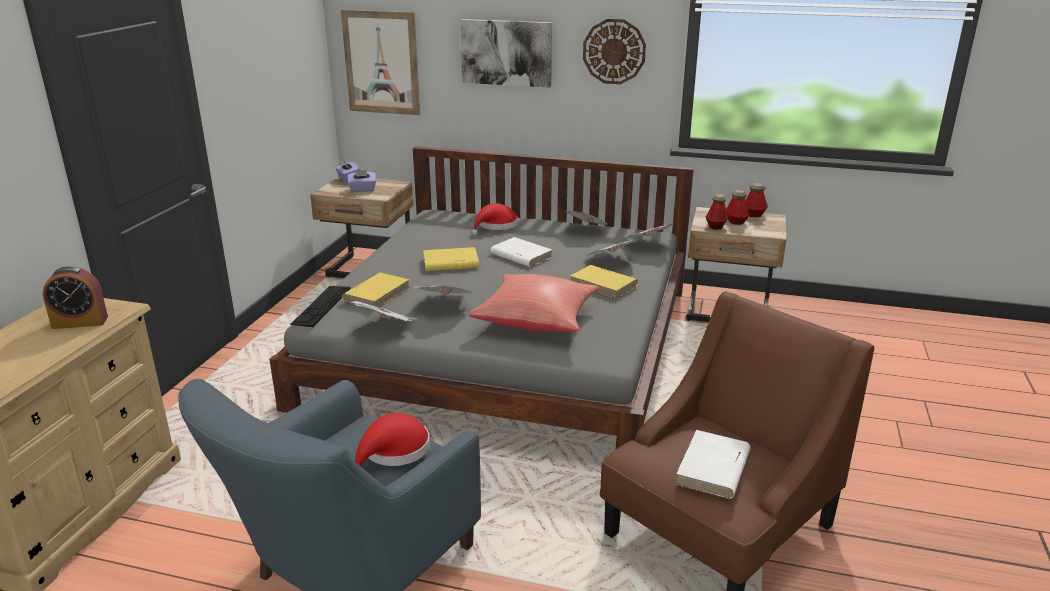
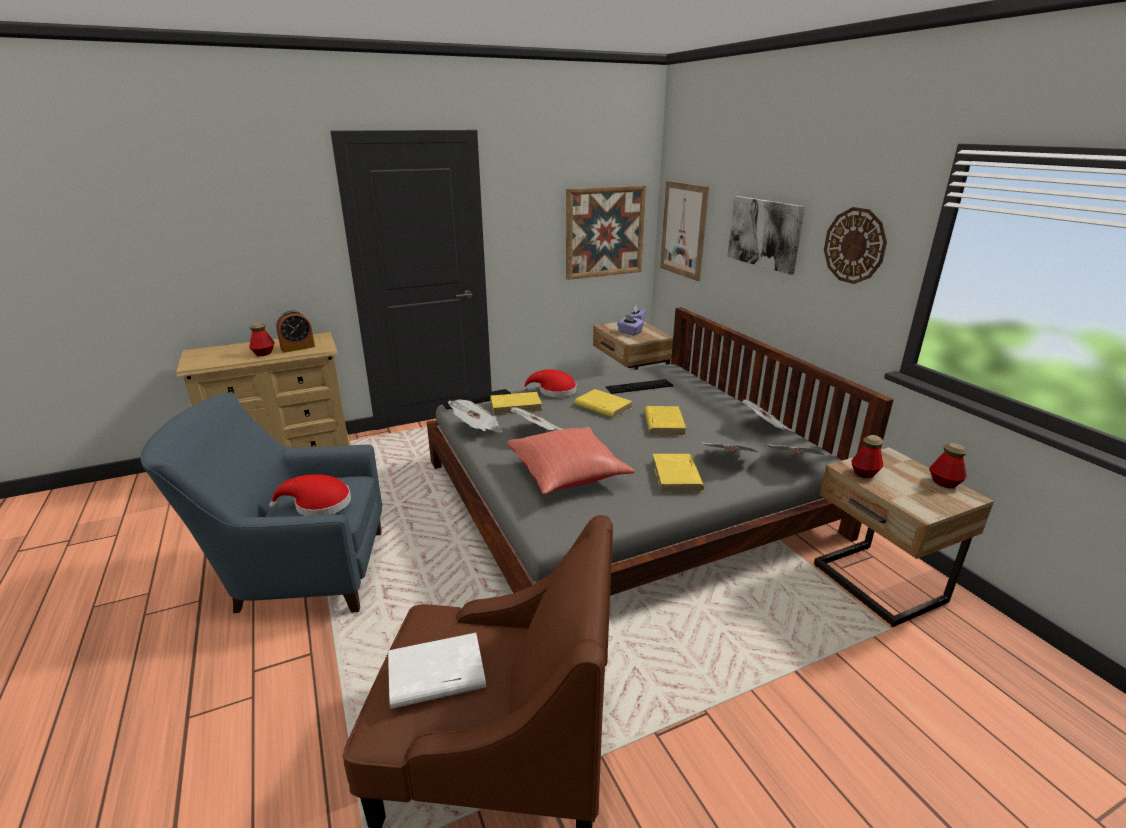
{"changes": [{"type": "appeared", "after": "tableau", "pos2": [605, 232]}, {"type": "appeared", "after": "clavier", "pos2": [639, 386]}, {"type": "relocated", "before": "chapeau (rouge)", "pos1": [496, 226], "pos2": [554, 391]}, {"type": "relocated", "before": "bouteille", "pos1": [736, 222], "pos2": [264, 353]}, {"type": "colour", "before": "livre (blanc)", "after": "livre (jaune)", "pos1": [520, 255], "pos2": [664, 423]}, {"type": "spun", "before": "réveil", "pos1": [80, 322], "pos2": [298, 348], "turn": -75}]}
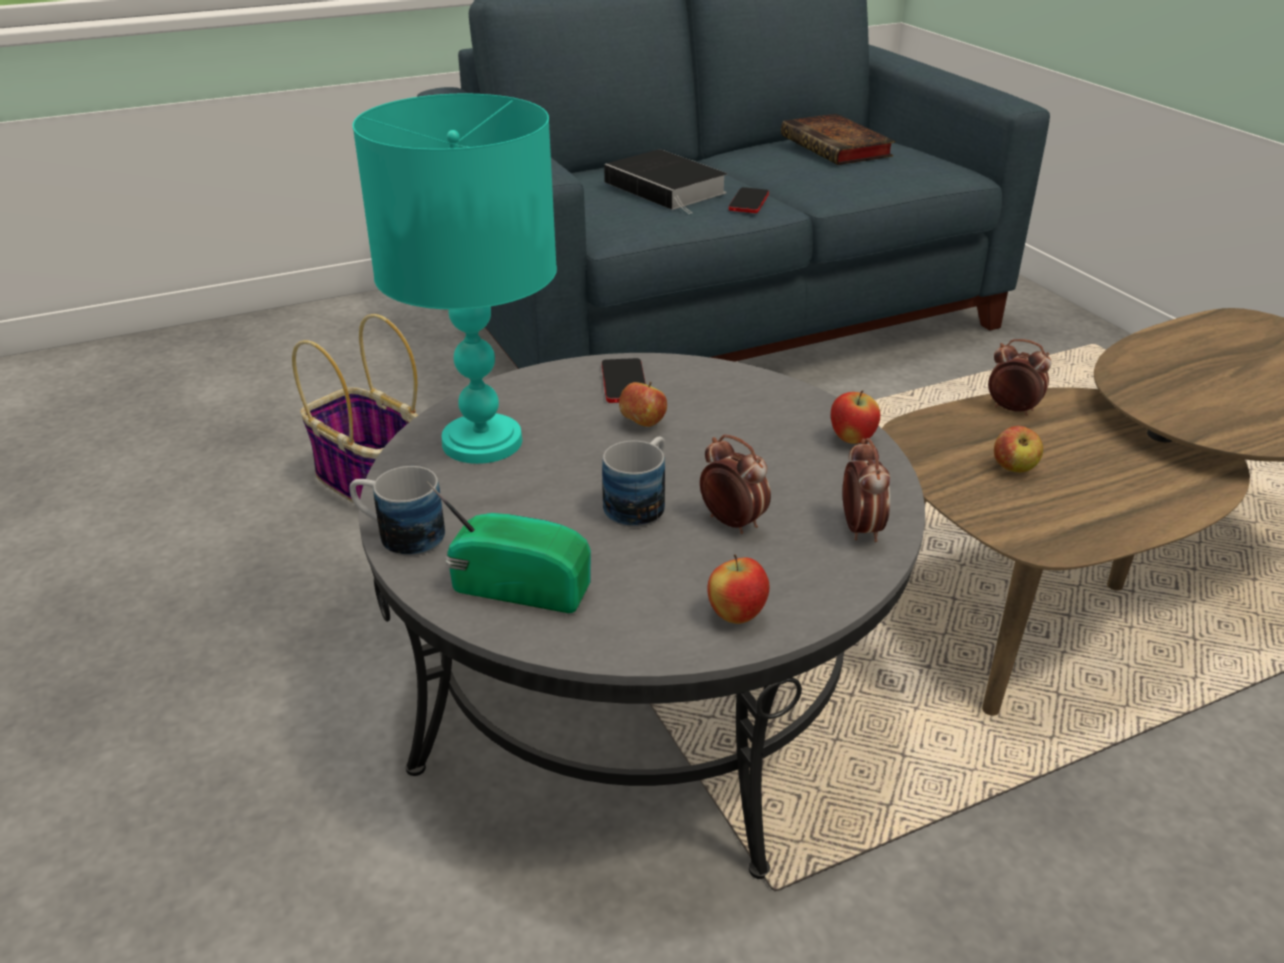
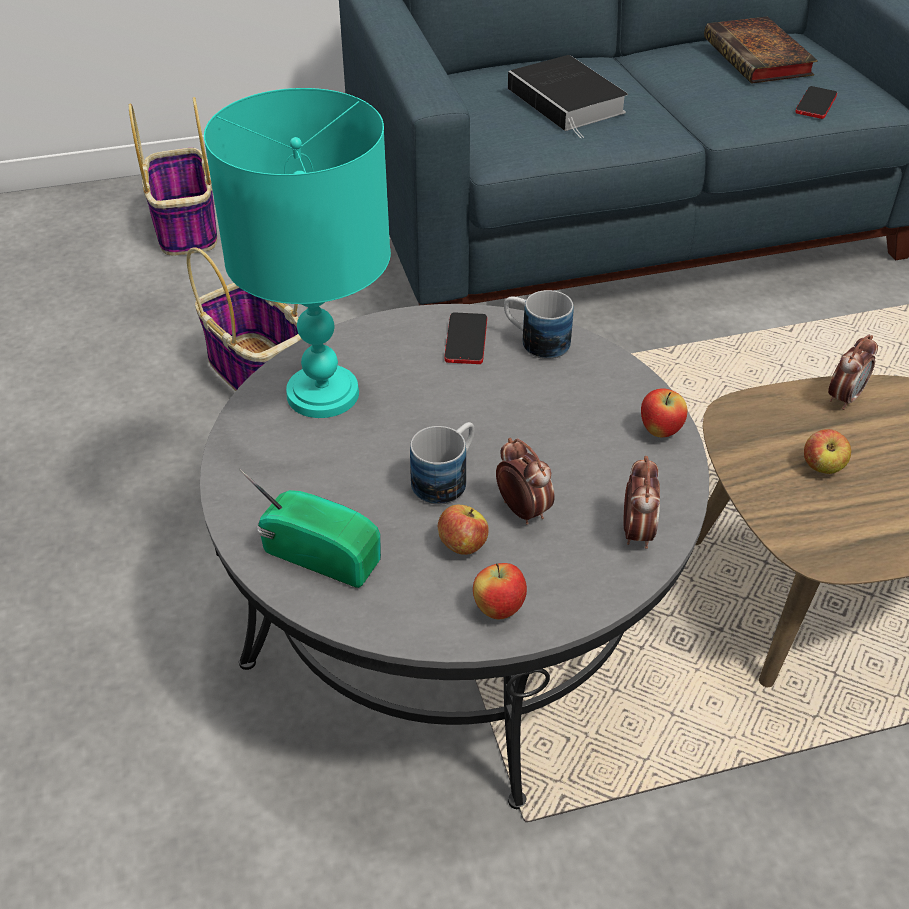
{"changes": [{"type": "appeared", "after": "panier", "pos2": [186, 227]}, {"type": "relocated", "before": "mug", "pos1": [399, 535], "pos2": [535, 341]}, {"type": "relocated", "before": "pomme", "pos1": [642, 423], "pos2": [462, 545]}, {"type": "relocated", "before": "téléphone", "pos1": [748, 202], "pos2": [815, 104]}, {"type": "spun", "before": "réveil", "pos1": [1012, 409], "pos2": [844, 398], "turn": 90}]}
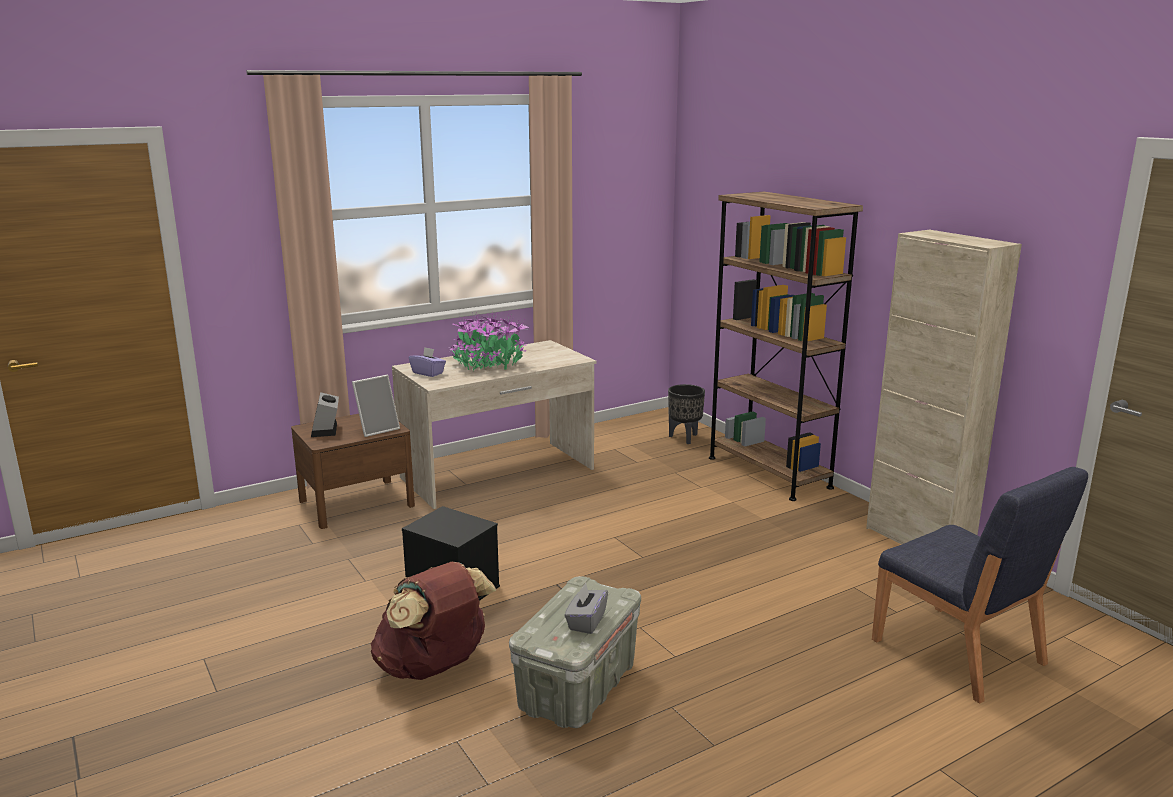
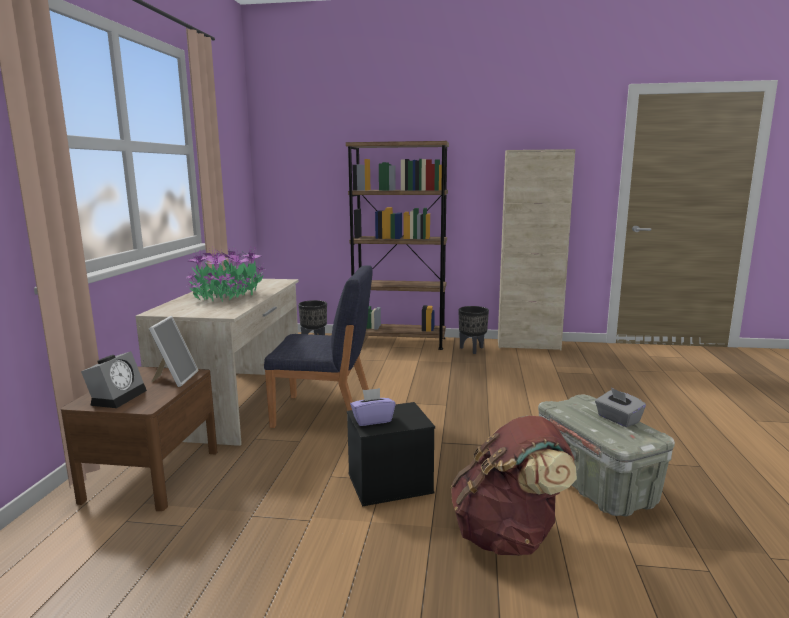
{"changes": [{"type": "appeared", "after": "cache-pot (noir)", "pos2": [472, 349]}, {"type": "relocated", "before": "boîte à mouchoirs (violet)", "pos1": [428, 373], "pos2": [372, 420]}, {"type": "relocated", "before": "chaise (bleu)", "pos1": [959, 653], "pos2": [325, 413]}, {"type": "spun", "before": "réveil", "pos1": [326, 430], "pos2": [118, 397], "turn": -105}]}
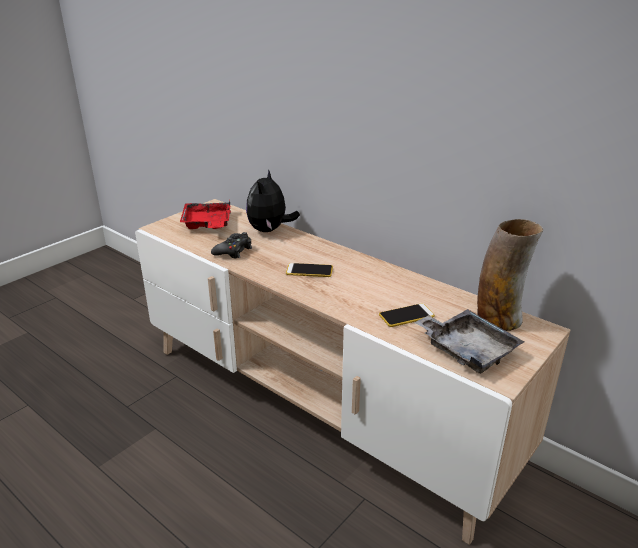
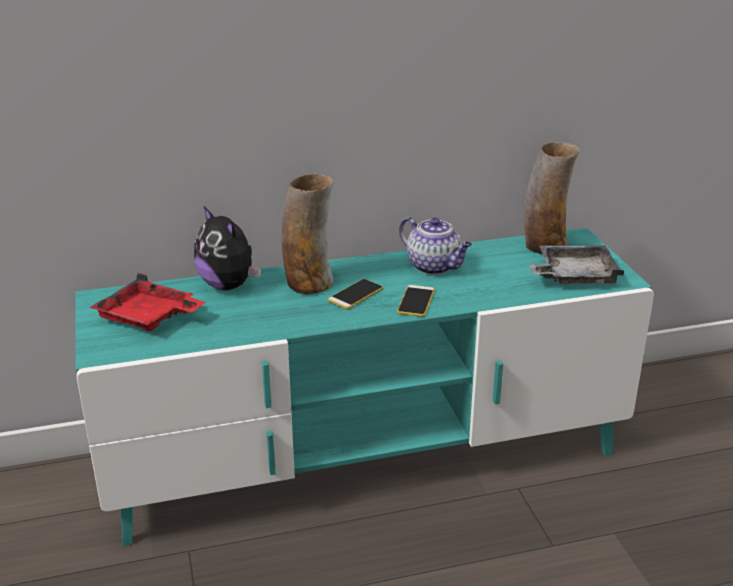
{"changes": [{"type": "missing", "before": "manette (noir)", "pos1": [233, 251]}, {"type": "appeared", "after": "vase", "pos2": [309, 283]}, {"type": "appeared", "after": "théière", "pos2": [435, 266]}, {"type": "relocated", "before": "téléphone", "pos1": [406, 316], "pos2": [416, 301]}, {"type": "colour", "before": "meuble télé (beige)", "after": "meuble télé (turquoise)", "pos1": [319, 404], "pos2": [366, 458]}]}
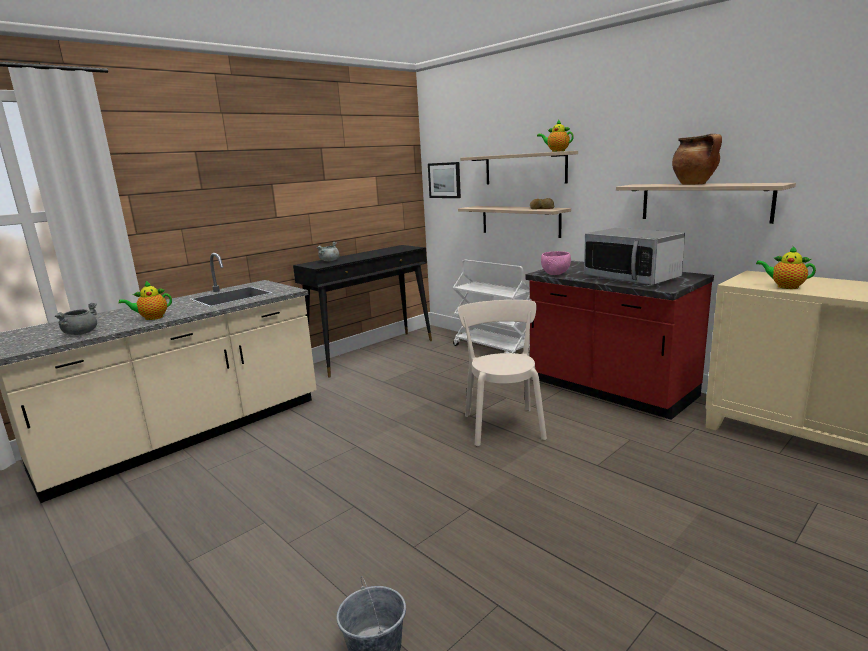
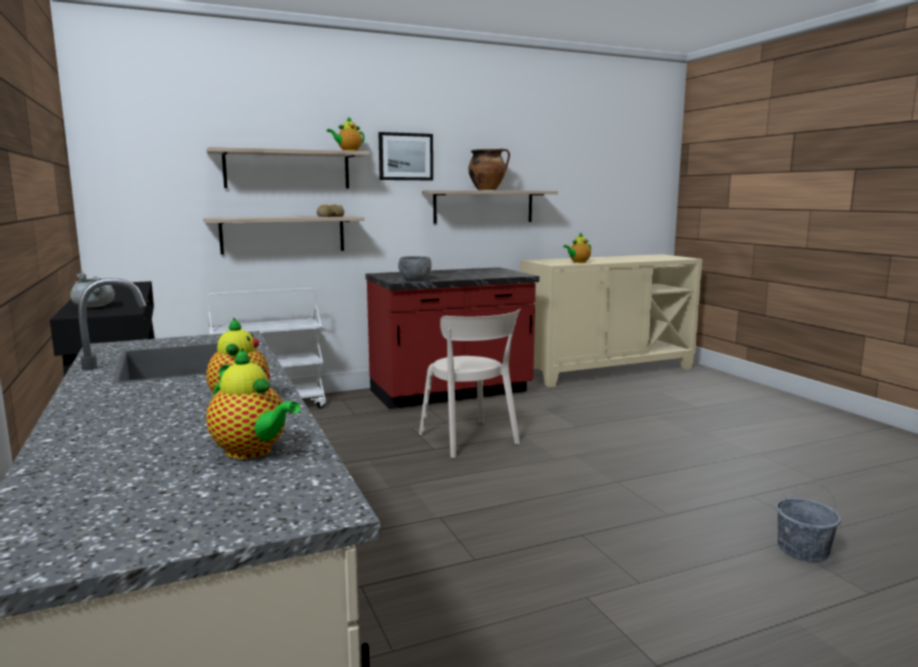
{"changes": [{"type": "missing", "before": "micro-ondes", "pos1": [631, 278]}, {"type": "relocated", "before": "tableau", "pos1": [444, 180], "pos2": [405, 156]}, {"type": "exchanged", "before": "marmite (gris)", "after": "théière", "pos1": [81, 333], "pos2": [252, 452]}, {"type": "colour", "before": "bol (rose)", "after": "bol (gris)", "pos1": [555, 274], "pos2": [414, 280]}, {"type": "spun", "before": "chaise (beige)", "pos1": [503, 424], "pos2": [470, 440], "turn": -135}]}
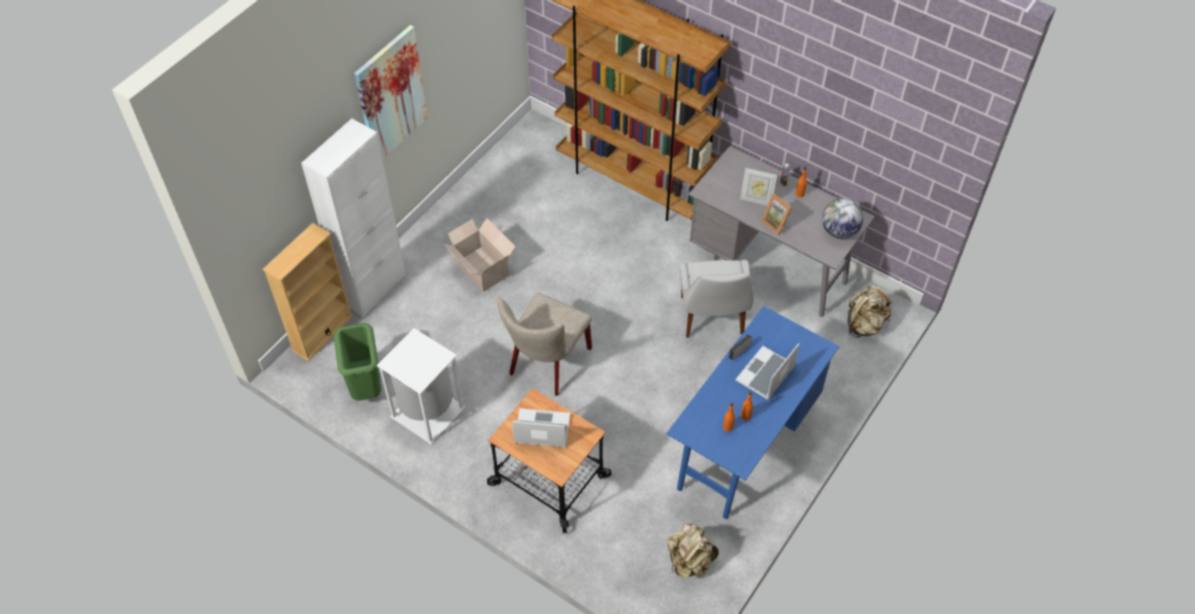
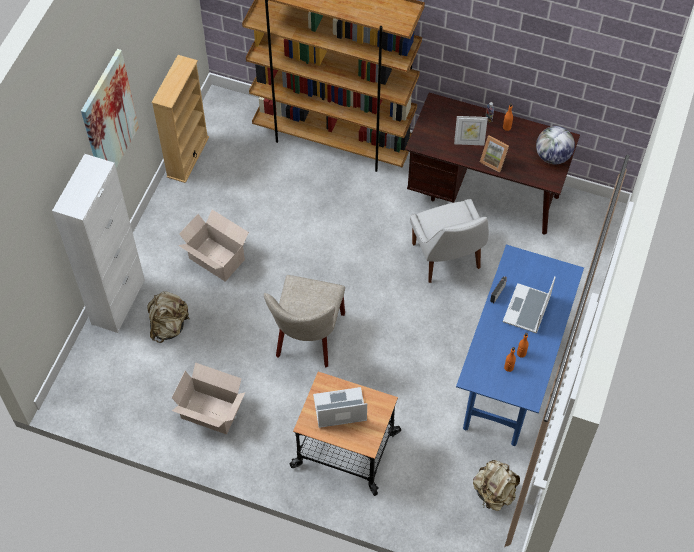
{"changes": [{"type": "missing", "before": "poubelle (vert)", "pos1": [365, 387]}, {"type": "relocated", "before": "bibliothèque (beige)", "pos1": [322, 333], "pos2": [187, 157]}, {"type": "relocated", "before": "sac à dos (beige)", "pos1": [865, 324], "pos2": [169, 326]}, {"type": "exchanged", "before": "poubelle (blanc)", "after": "carton", "pos1": [428, 413], "pos2": [212, 413]}, {"type": "colour", "before": "bureau (gris)", "after": "bureau (marron)", "pos1": [770, 265], "pos2": [484, 195]}]}
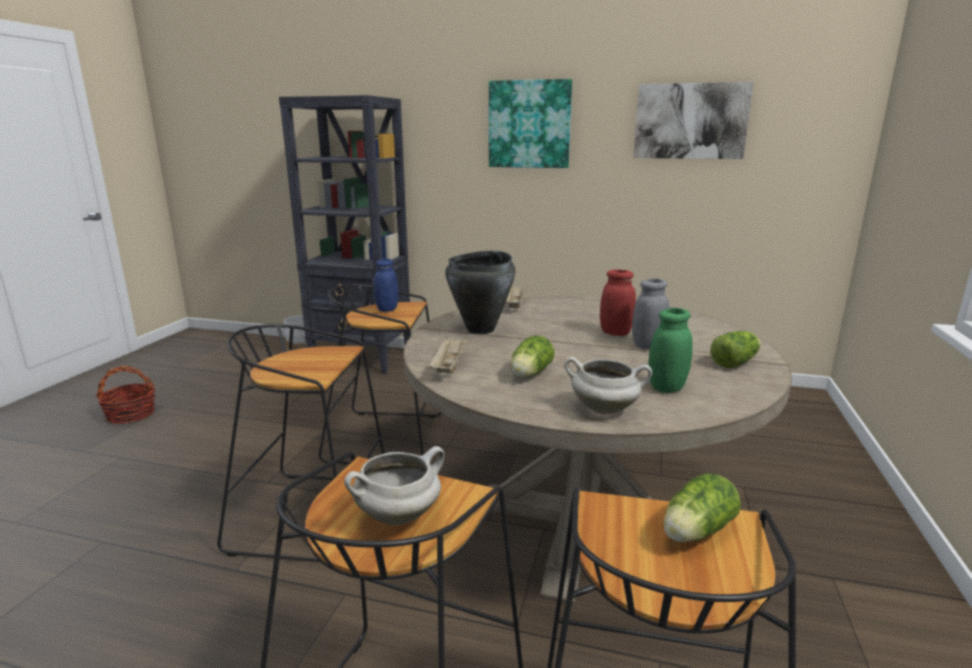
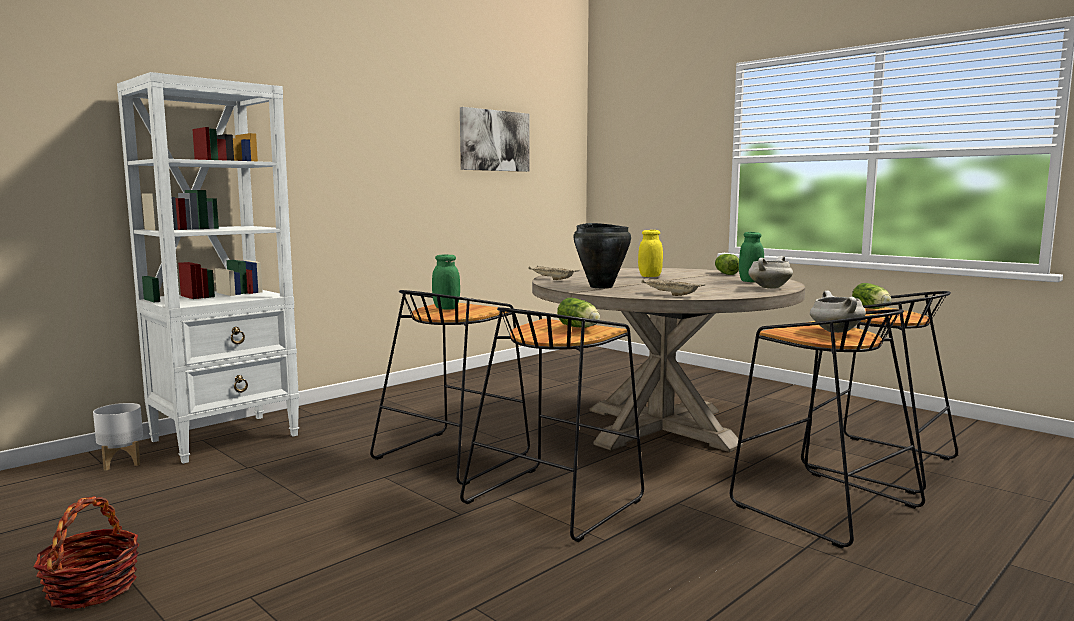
{"changes": [{"type": "missing", "before": "tableau", "pos1": [529, 124]}, {"type": "missing", "before": "bocal (gris)", "pos1": [648, 346]}, {"type": "relocated", "before": "laitue", "pos1": [529, 374], "pos2": [580, 327]}, {"type": "colour", "before": "bibliothèque (noir)", "after": "bibliothèque (blanc)", "pos1": [362, 358], "pos2": [227, 437]}, {"type": "colour", "before": "bocal (bleu)", "after": "bocal (vert)", "pos1": [387, 309], "pos2": [446, 308]}, {"type": "colour", "before": "bocal (rouge)", "after": "bocal (jaune)", "pos1": [615, 333], "pos2": [650, 276]}]}
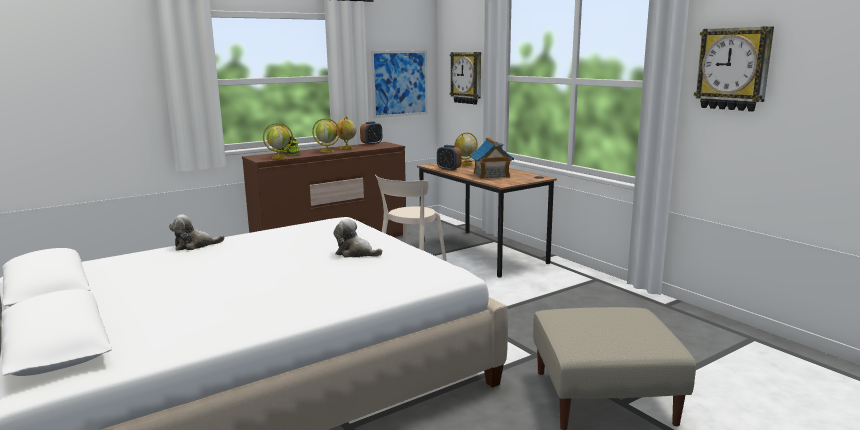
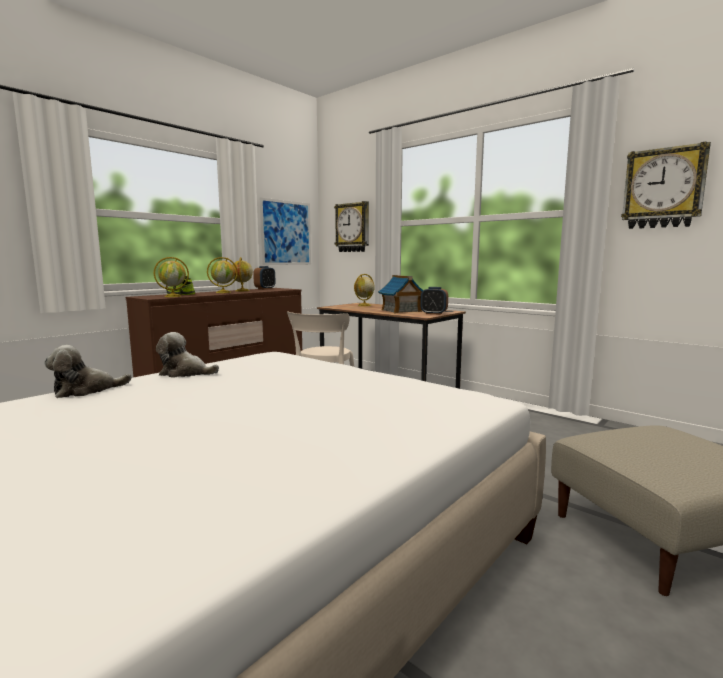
{"changes": [{"type": "relocated", "before": "peluche", "pos1": [355, 253], "pos2": [185, 373]}, {"type": "relocated", "before": "réveil", "pos1": [448, 169], "pos2": [433, 313]}]}
